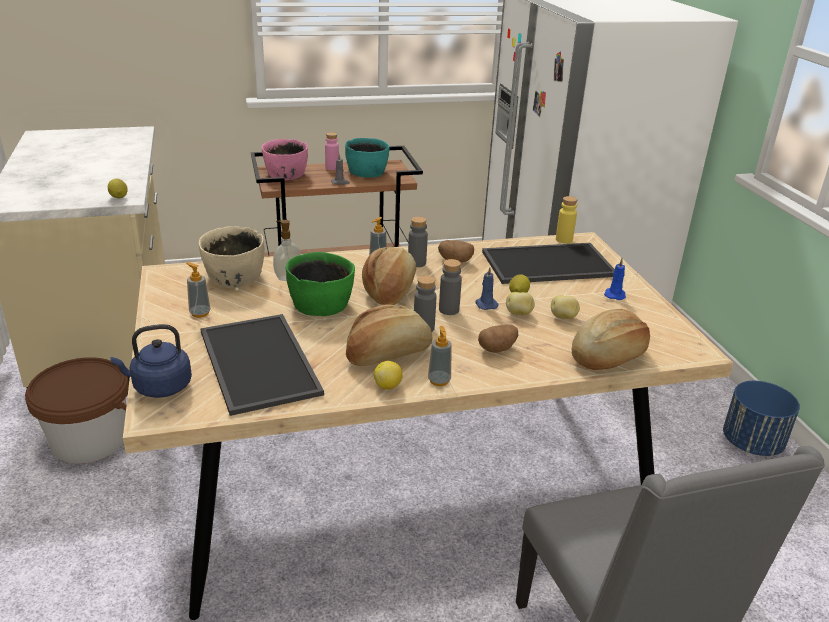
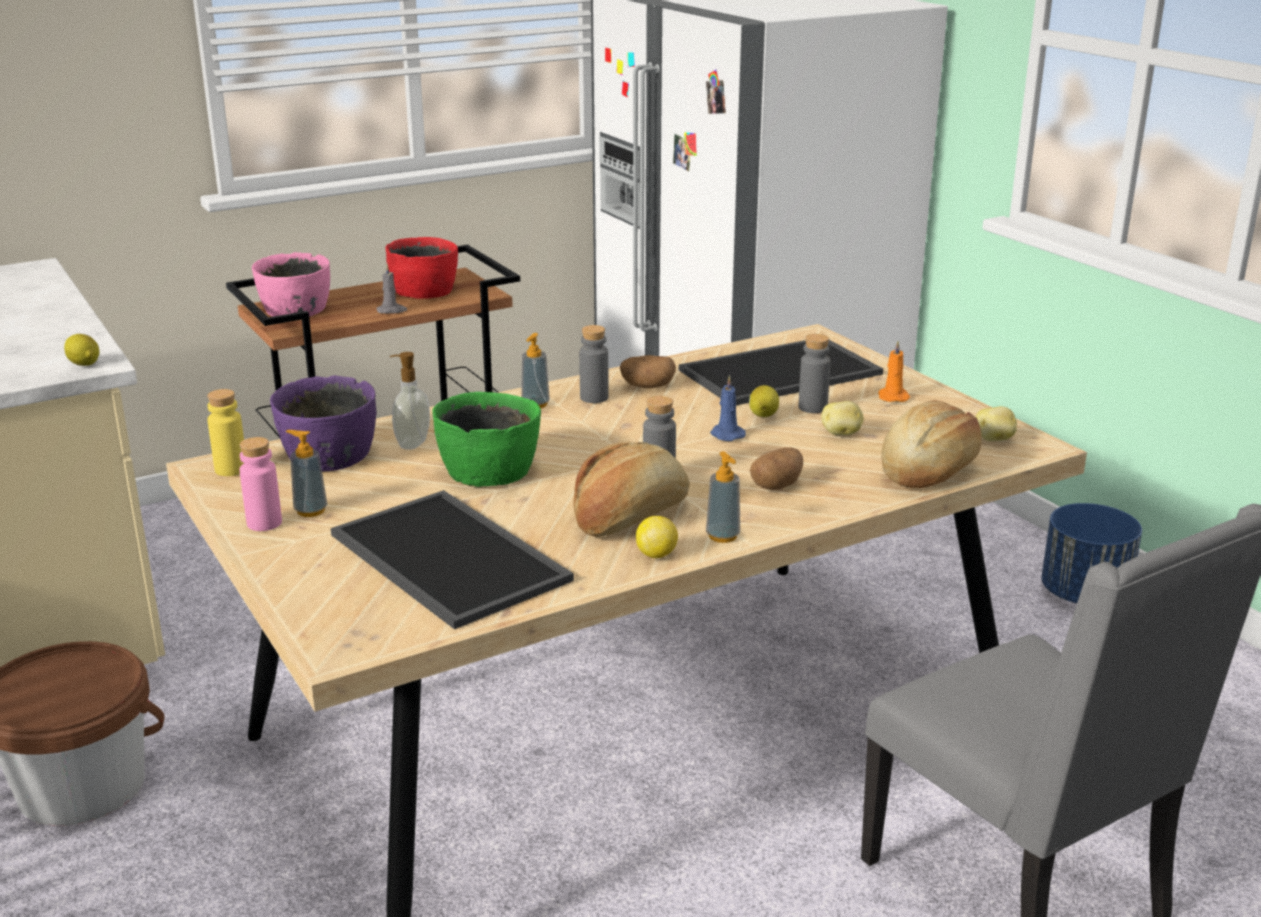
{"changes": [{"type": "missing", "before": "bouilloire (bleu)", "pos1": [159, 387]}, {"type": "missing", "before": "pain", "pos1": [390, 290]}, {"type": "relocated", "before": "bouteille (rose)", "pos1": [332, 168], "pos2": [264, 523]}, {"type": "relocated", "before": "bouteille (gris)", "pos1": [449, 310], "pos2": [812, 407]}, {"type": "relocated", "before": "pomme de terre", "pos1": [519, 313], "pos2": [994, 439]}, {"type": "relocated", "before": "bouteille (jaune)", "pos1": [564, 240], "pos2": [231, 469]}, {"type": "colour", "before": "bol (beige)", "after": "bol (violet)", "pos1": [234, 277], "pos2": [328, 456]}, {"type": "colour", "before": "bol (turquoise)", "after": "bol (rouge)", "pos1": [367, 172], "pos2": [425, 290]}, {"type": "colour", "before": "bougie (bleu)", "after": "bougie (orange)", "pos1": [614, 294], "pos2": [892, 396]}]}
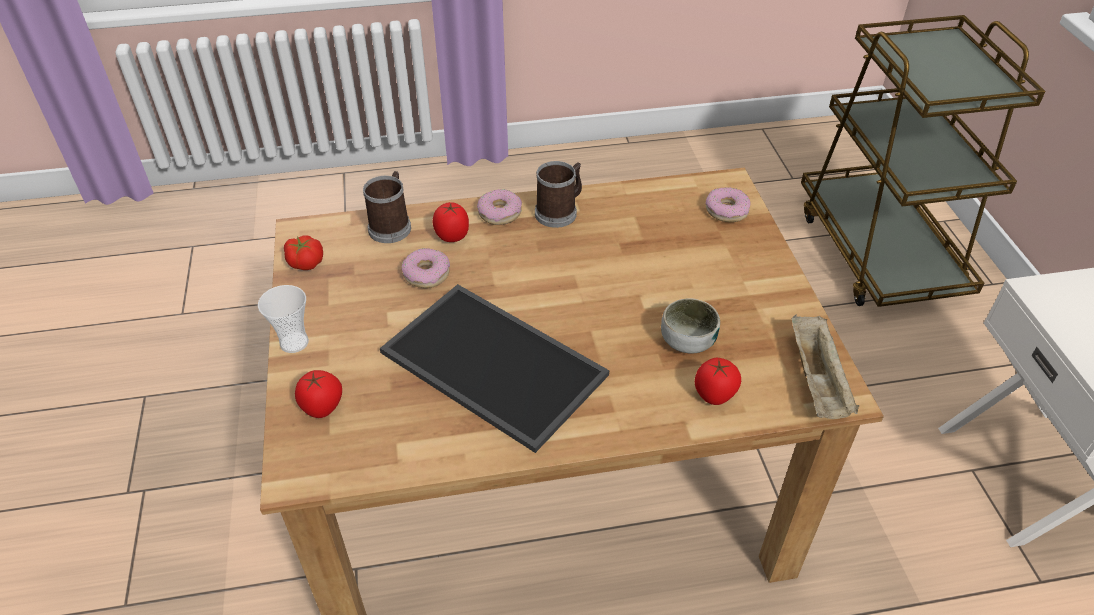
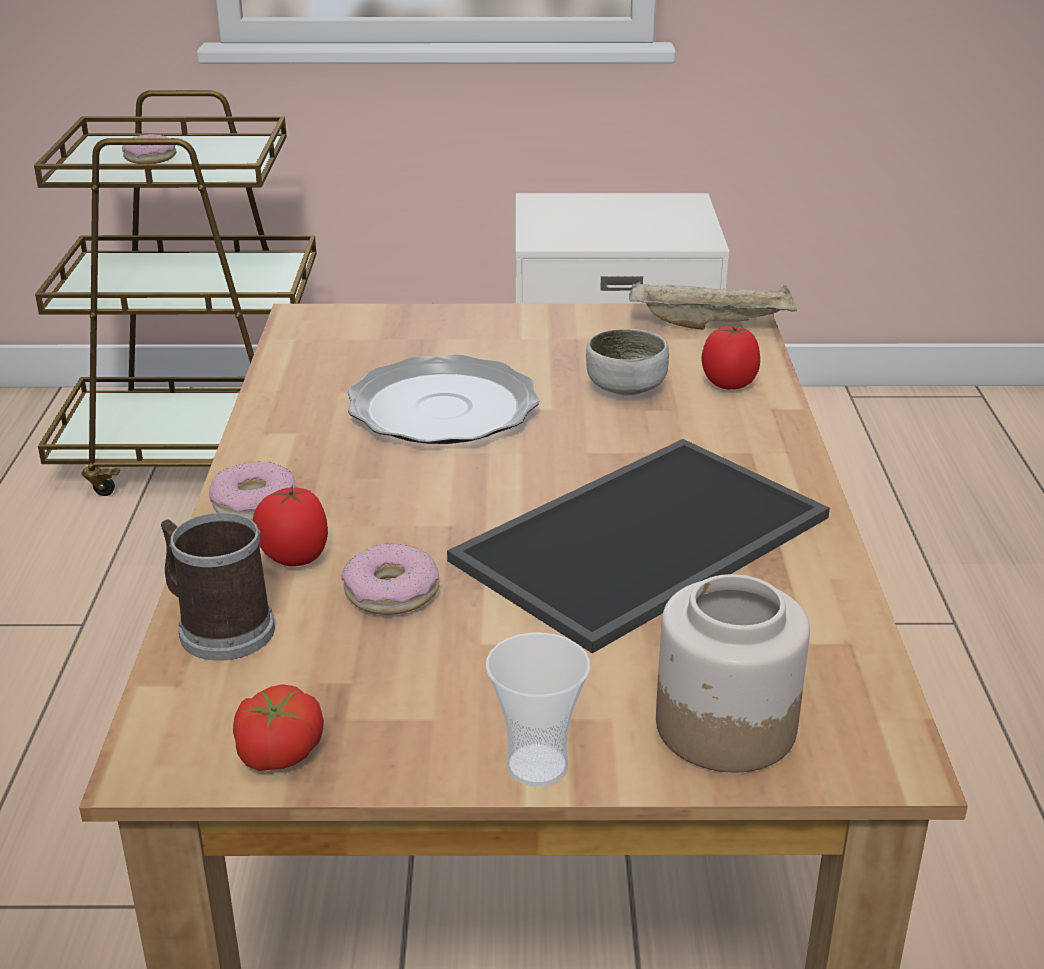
{"changes": [{"type": "missing", "before": "mug", "pos1": [559, 212]}, {"type": "appeared", "after": "assiette", "pos2": [442, 409]}, {"type": "relocated", "before": "beignet", "pos1": [727, 210], "pos2": [150, 158]}, {"type": "exchanged", "before": "tomate", "after": "bocal", "pos1": [323, 407], "pos2": [724, 725]}]}
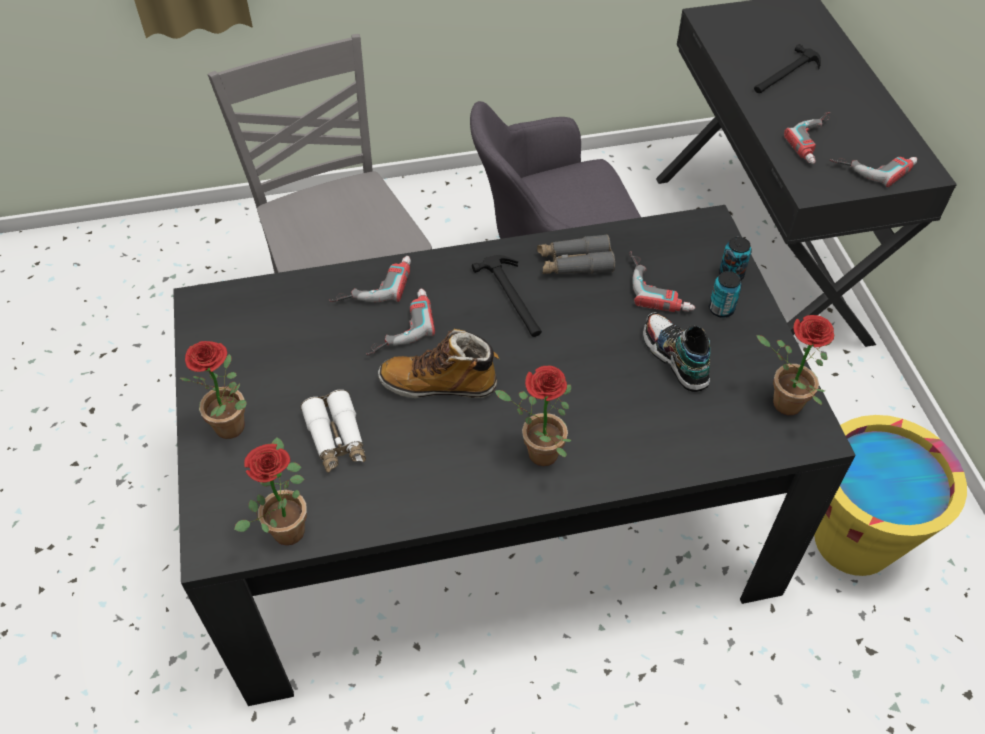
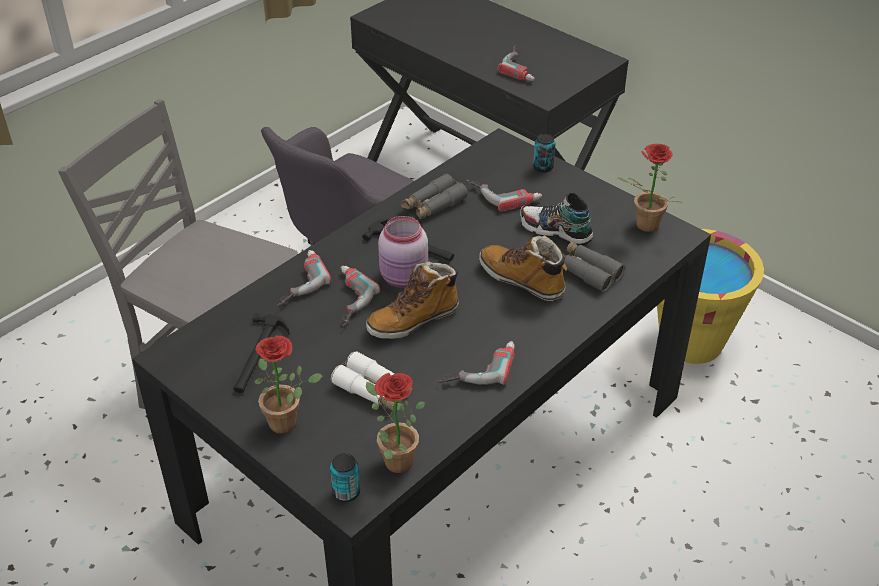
{"changes": [{"type": "missing", "before": "plante en pot", "pos1": [536, 453]}, {"type": "appeared", "after": "bocal (rose)", "pos2": [404, 278]}, {"type": "appeared", "after": "botte", "pos2": [522, 280]}, {"type": "appeared", "after": "jumelles (gris)", "pos2": [586, 271]}, {"type": "relocated", "before": "boîte métallique", "pos1": [721, 309], "pos2": [346, 492]}, {"type": "relocated", "before": "marteau", "pos1": [785, 74], "pos2": [258, 355]}, {"type": "relocated", "before": "perceuse", "pos1": [873, 165], "pos2": [477, 367]}]}
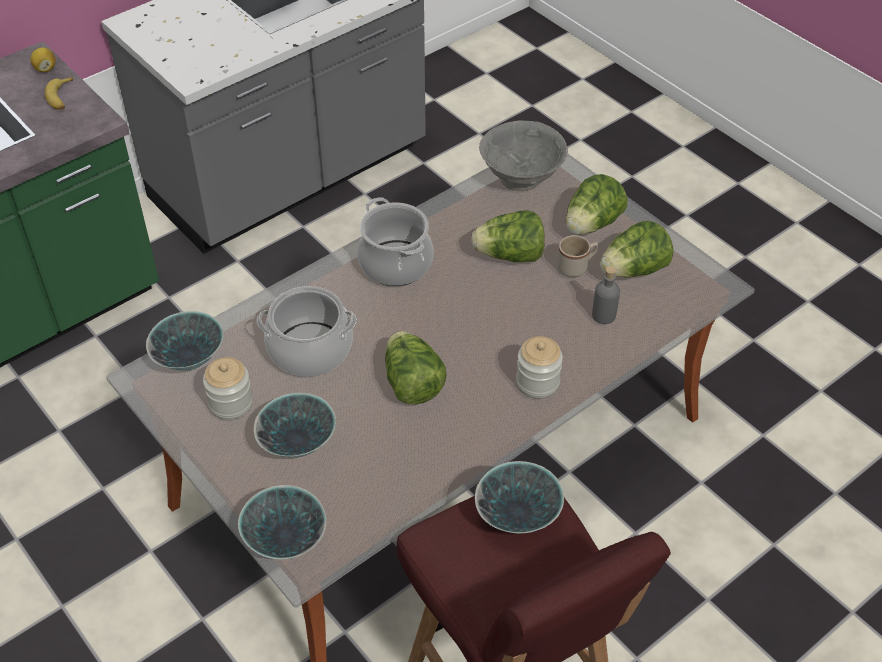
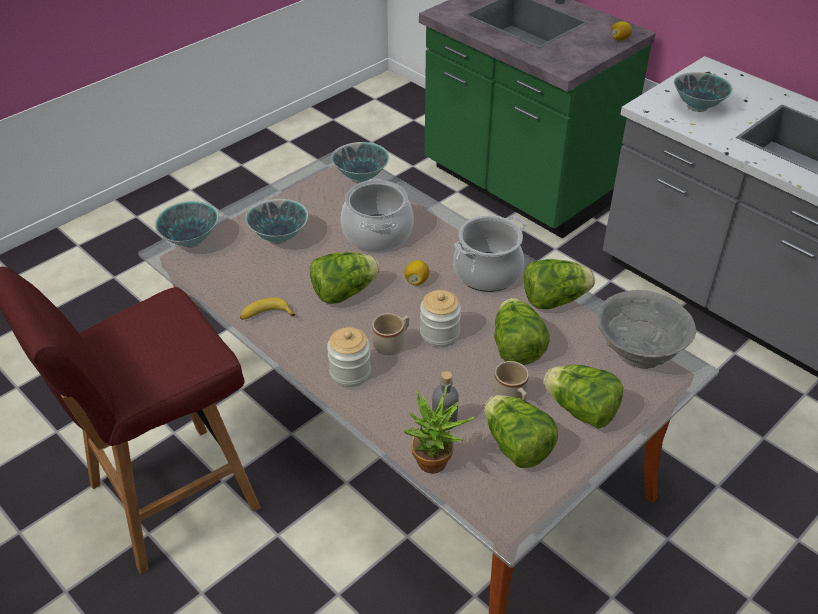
{"changes": [{"type": "appeared", "after": "mug (beige)", "pos2": [392, 344]}, {"type": "appeared", "after": "plante en pot", "pos2": [436, 466]}, {"type": "appeared", "after": "citron", "pos2": [416, 281]}, {"type": "appeared", "after": "laitue", "pos2": [554, 300]}, {"type": "relocated", "before": "banane", "pos1": [61, 98], "pos2": [266, 315]}, {"type": "relocated", "before": "bocal", "pos1": [231, 403], "pos2": [439, 334]}, {"type": "relocated", "before": "bol", "pos1": [518, 517], "pos2": [697, 107]}]}
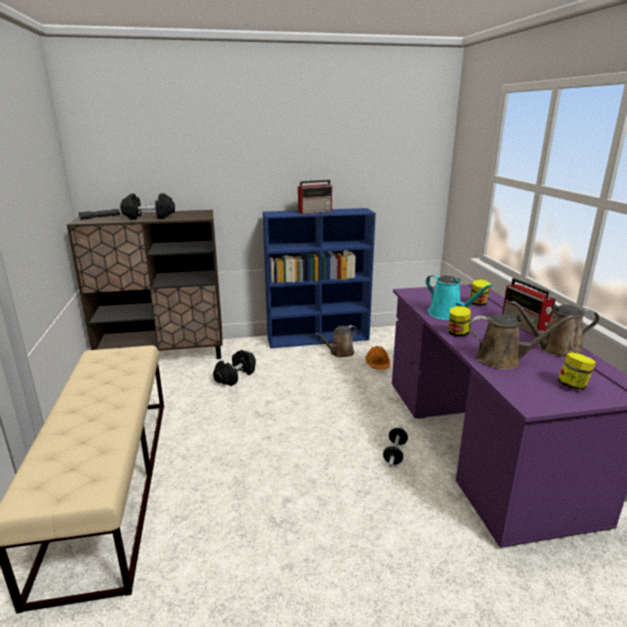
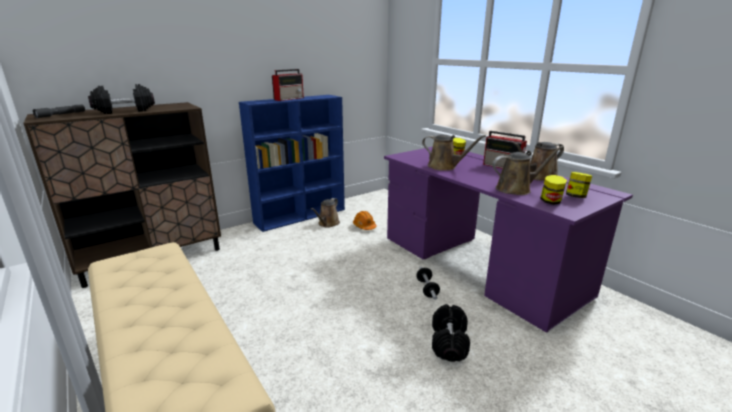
{"changes": [{"type": "relocated", "before": "haltère (noir)", "pos1": [235, 376], "pos2": [448, 342]}, {"type": "relocated", "before": "bocal", "pos1": [457, 333], "pos2": [550, 202]}, {"type": "colour", "before": "arrosoir (turquoise)", "after": "arrosoir (marron)", "pos1": [448, 314], "pos2": [444, 167]}]}
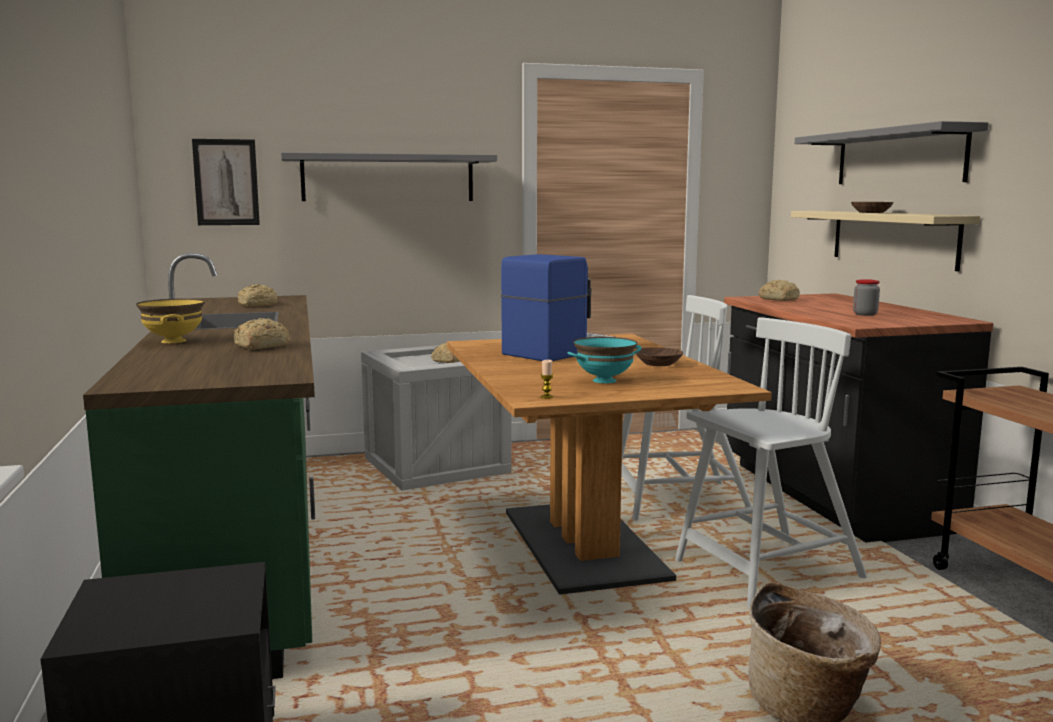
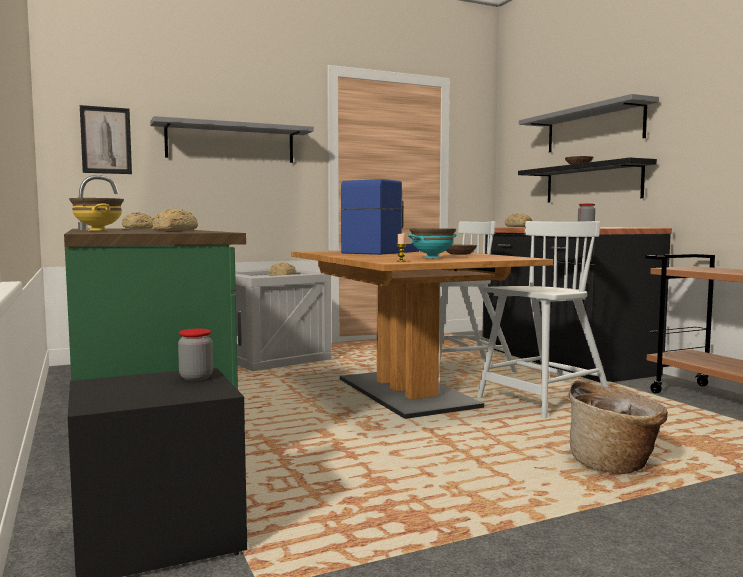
{"changes": [{"type": "appeared", "after": "bocal", "pos2": [196, 377]}, {"type": "colour", "before": "étagère (beige)", "after": "étagère (noir)", "pos1": [893, 238], "pos2": [592, 183]}]}
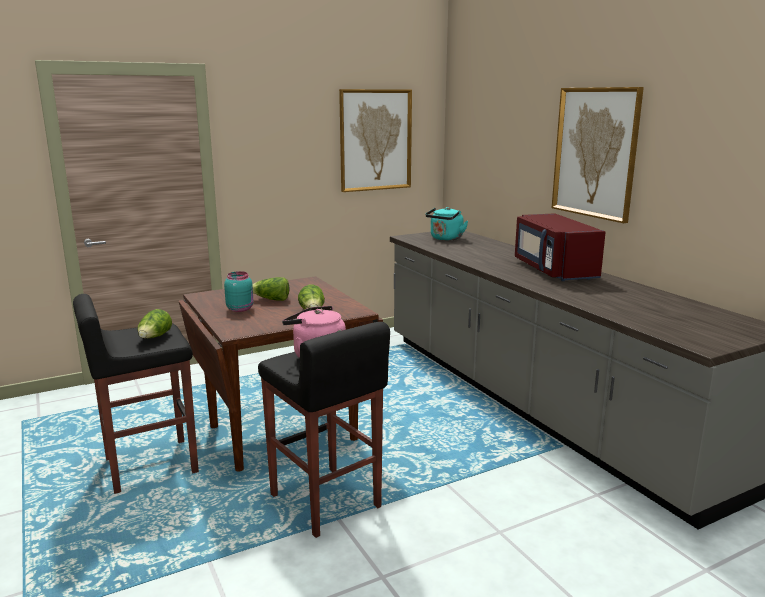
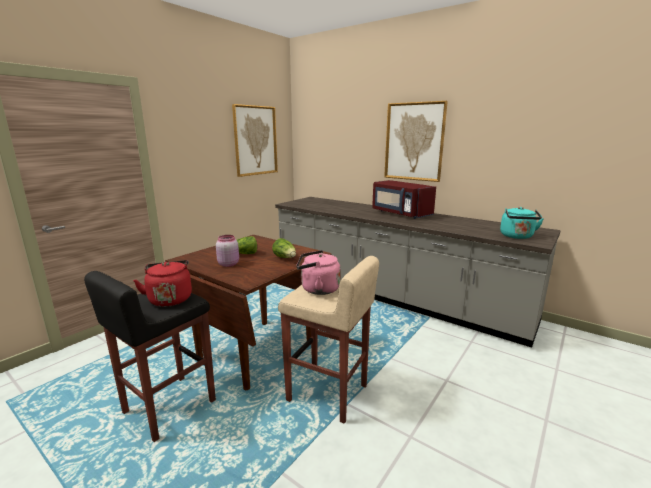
{"changes": [{"type": "relocated", "before": "bouilloire (turquoise)", "pos1": [445, 239], "pos2": [517, 237]}, {"type": "exchanged", "before": "laitue", "after": "bouilloire (rouge)", "pos1": [155, 337], "pos2": [170, 299]}, {"type": "colour", "before": "bocal (turquoise)", "after": "bocal (rose)", "pos1": [240, 309], "pos2": [228, 264]}, {"type": "colour", "before": "tabouret (noir)", "after": "tabouret (beige)", "pos1": [325, 502], "pos2": [328, 394]}]}
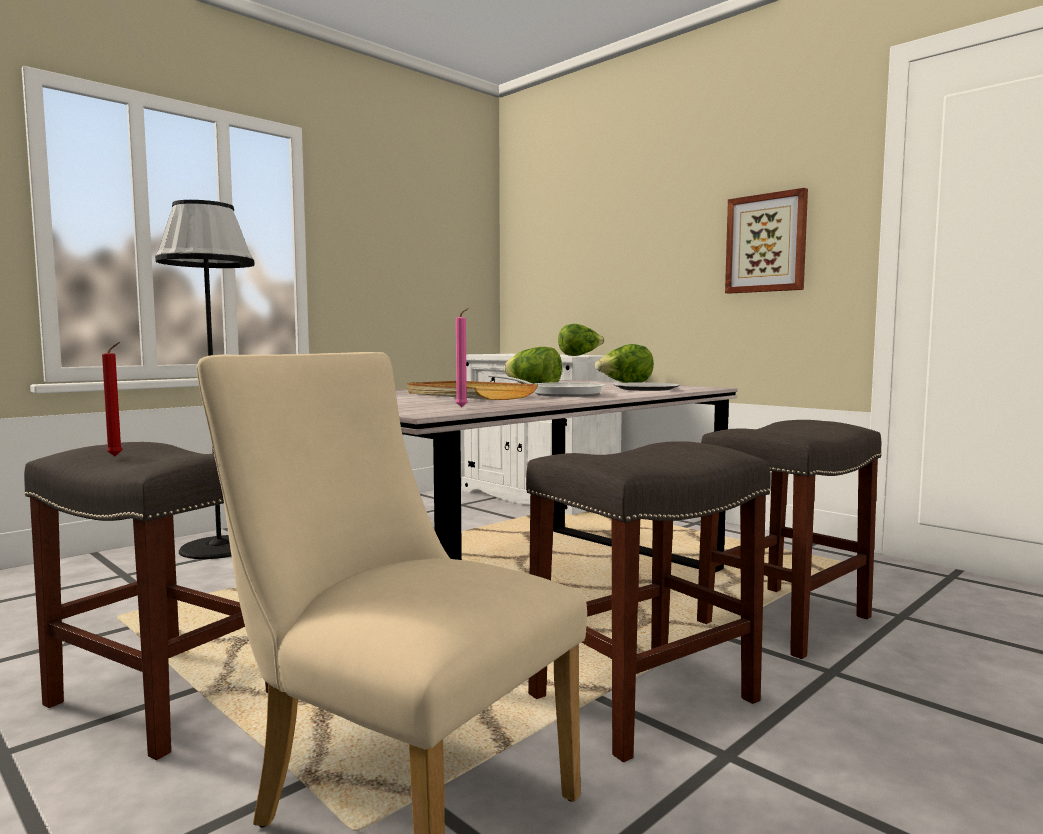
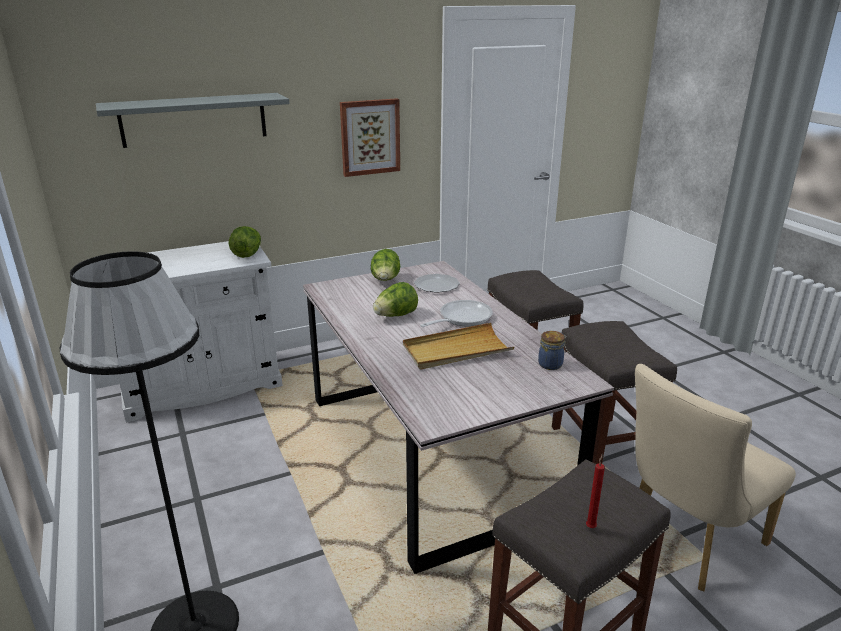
{"changes": [{"type": "appeared", "after": "étagère (gris)", "pos2": [194, 119]}, {"type": "exchanged", "before": "bougie (rose)", "after": "bocal", "pos1": [463, 407], "pos2": [551, 364]}]}
